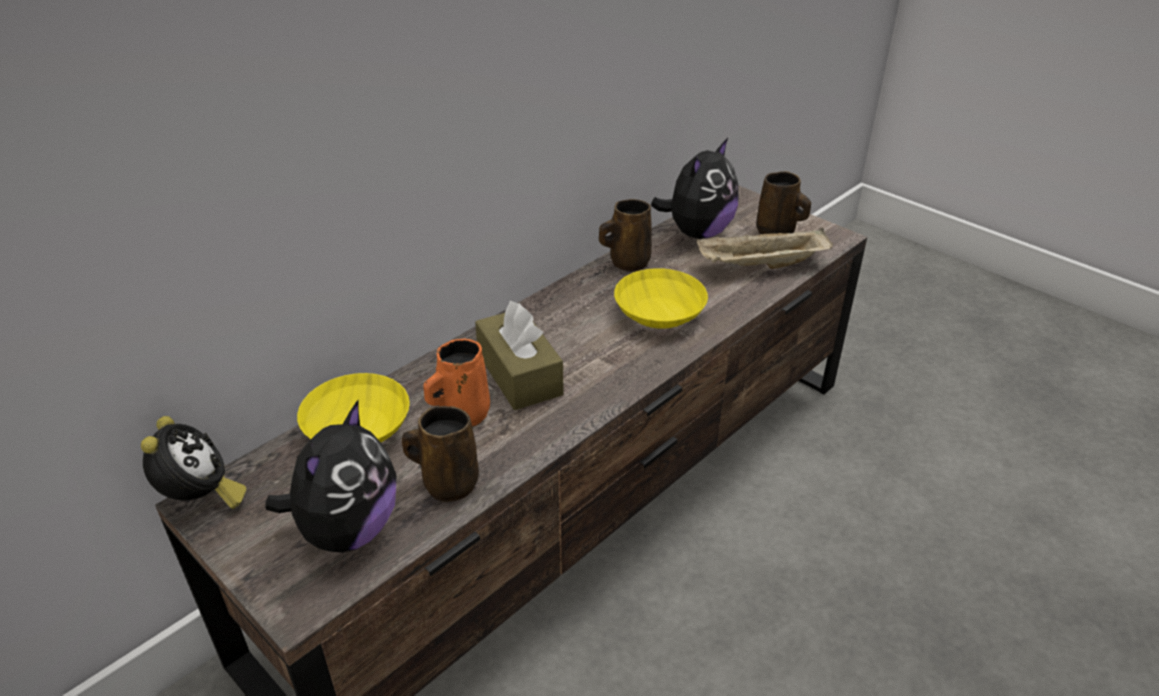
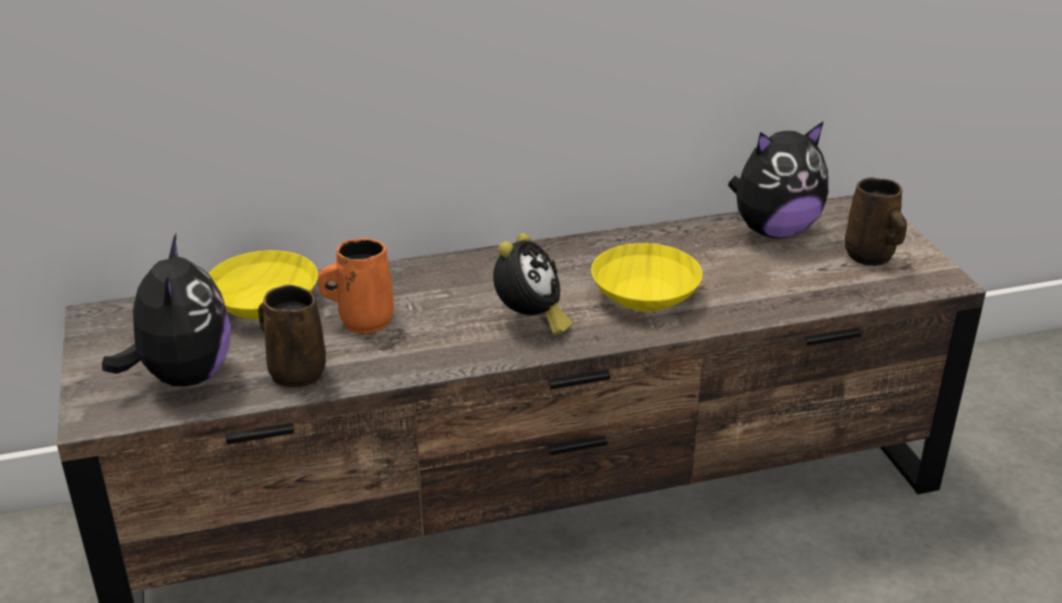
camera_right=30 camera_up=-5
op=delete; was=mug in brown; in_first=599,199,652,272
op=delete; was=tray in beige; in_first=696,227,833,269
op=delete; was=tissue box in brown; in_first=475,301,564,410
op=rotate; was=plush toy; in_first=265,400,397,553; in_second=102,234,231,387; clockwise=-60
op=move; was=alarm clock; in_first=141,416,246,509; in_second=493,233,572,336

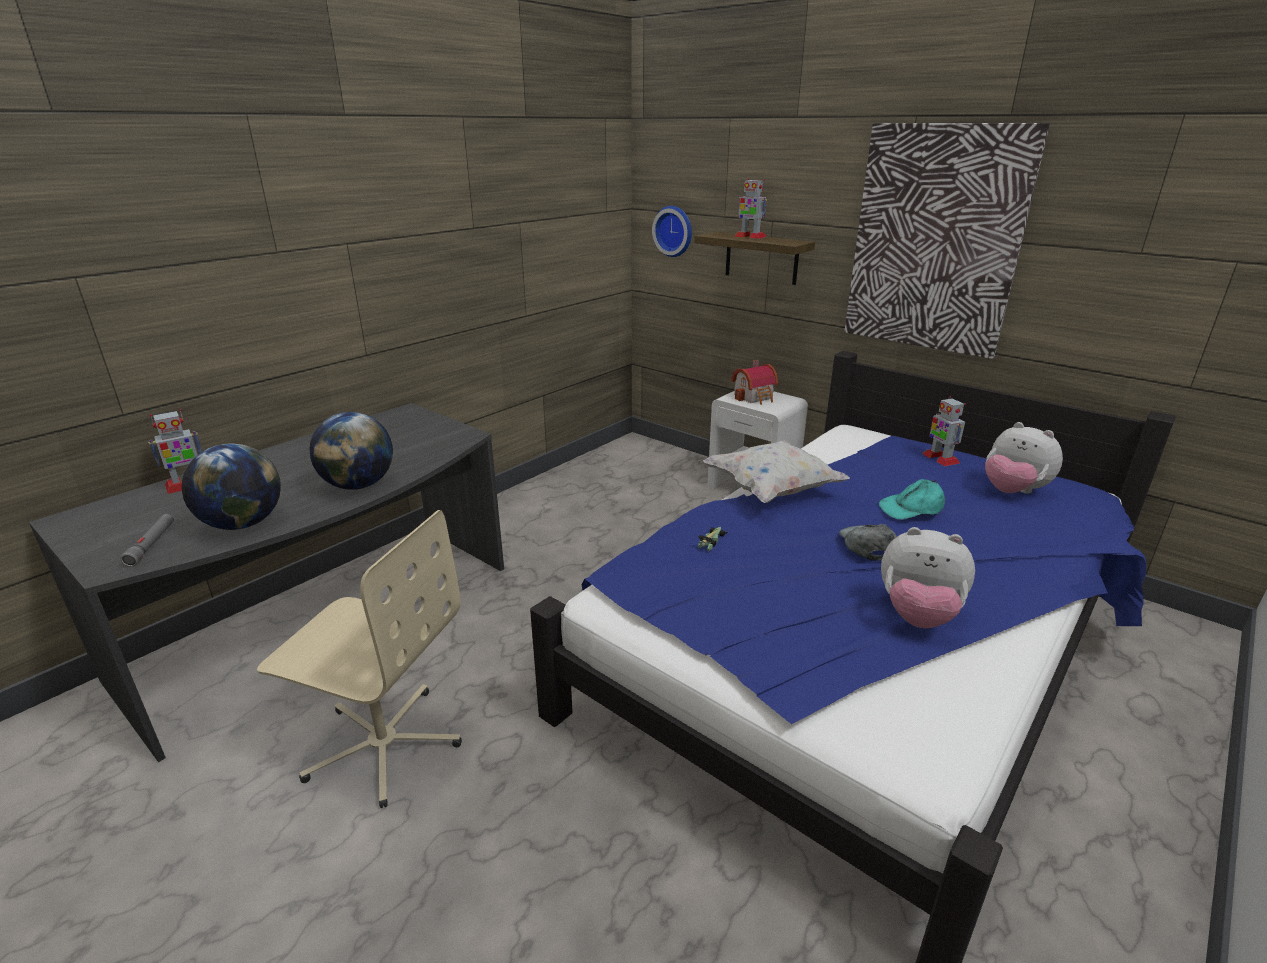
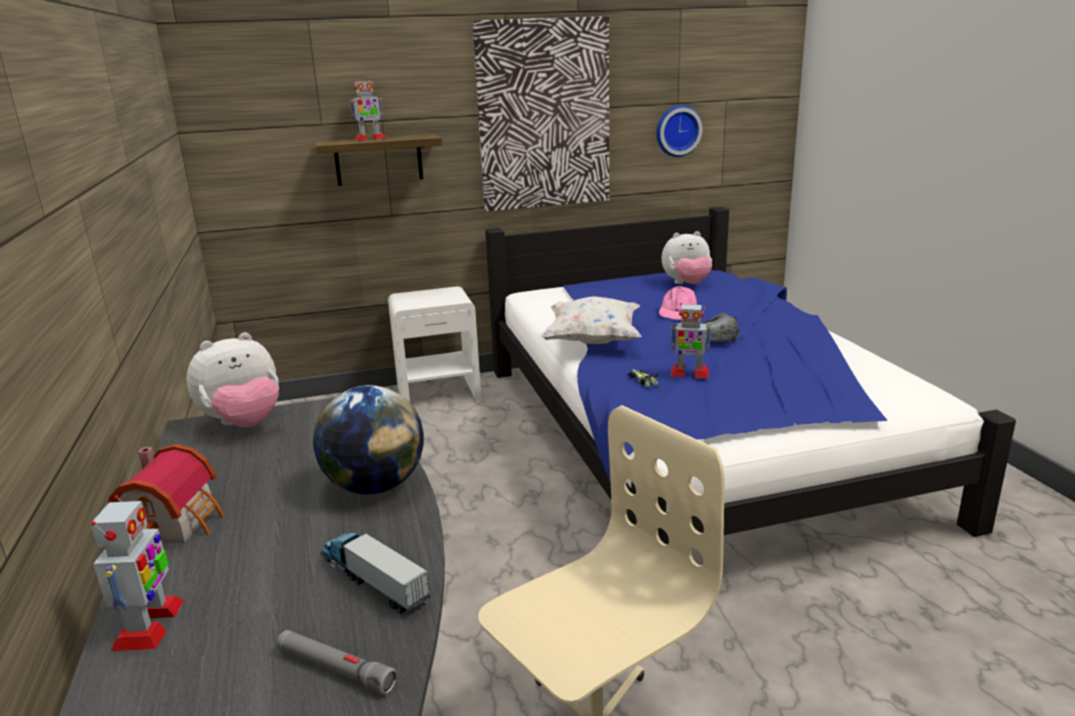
camera_right=-55 camera_up=-5
op=move; was=wall clock; in_first=652,206,692,257; in_second=656,105,703,157
op=move; was=toy house; in_first=731,360,778,405; in_second=108,444,225,543
op=move; was=toy robot; in_first=922,397,966,466; in_second=671,303,711,378
op=replace; was=globe; now=toy truck; in_first=182,444,281,530; in_second=320,529,430,614
op=recolor; was=cap in turquoise; now=cap in pink; in_first=879,479,945,519; in_second=659,286,697,320
op=move; was=plush toy; in_first=881,527,975,628; in_second=187,332,279,427

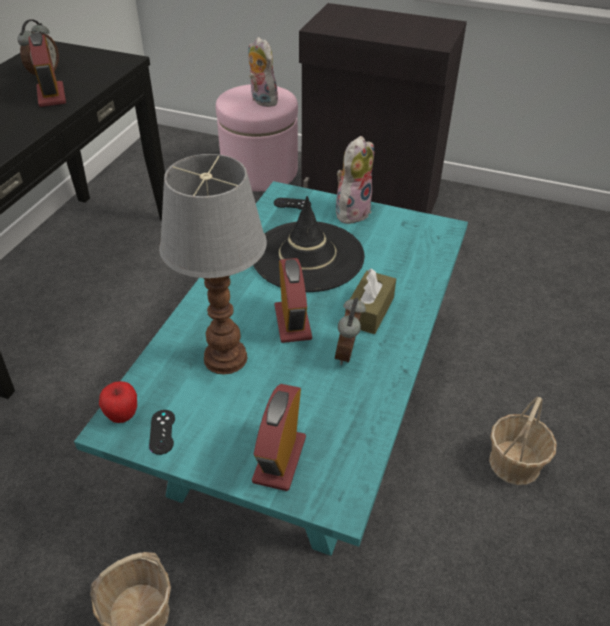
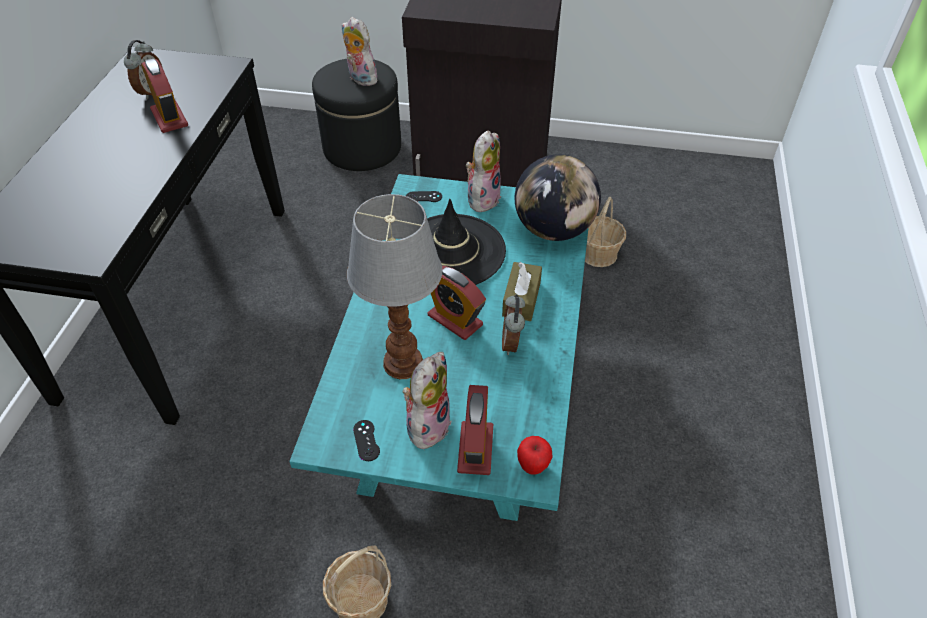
camera_right=-10 camera_up=5
op=recolor; was=ottoman in pink; now=ottoman in black; in_first=216,84,298,191; in_second=312,59,401,171
op=rotate; was=alarm clock; in_first=275,258,312,343; in_second=428,266,486,340; clockwise=150
op=move; was=apple; in_first=99,381,137,423; in_second=517,436,552,474
op=move; was=basket; in_first=489,397,557,485; in_second=585,197,626,267
op=insert; now=globe; in_second=515,154,601,241
op=insert; now=plush toy; in_second=403,352,451,449

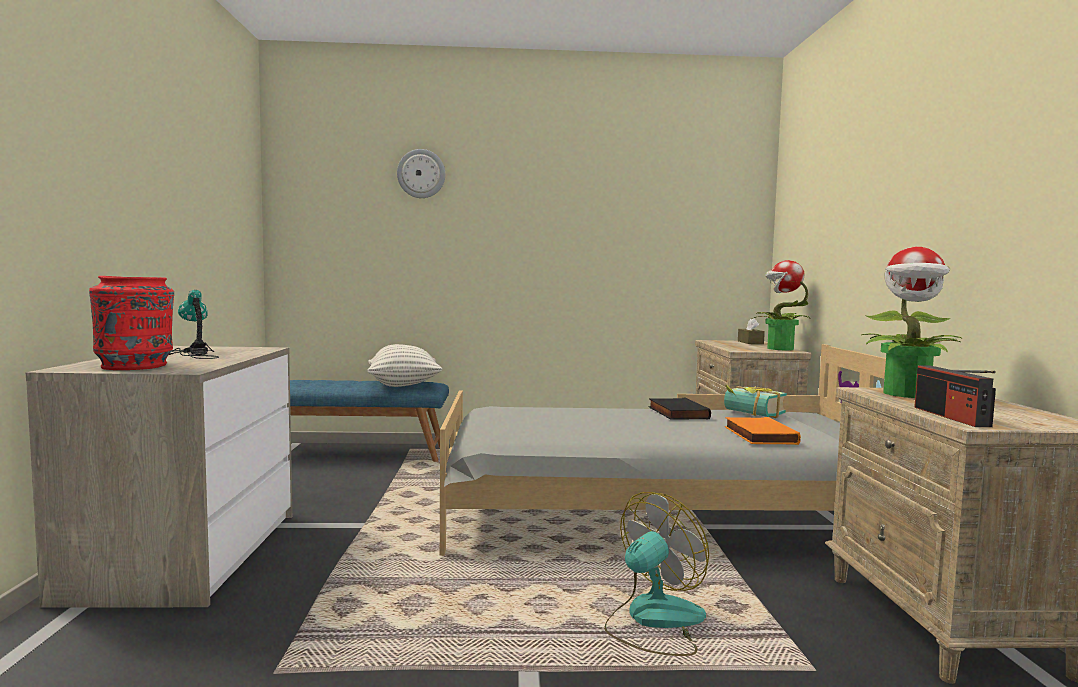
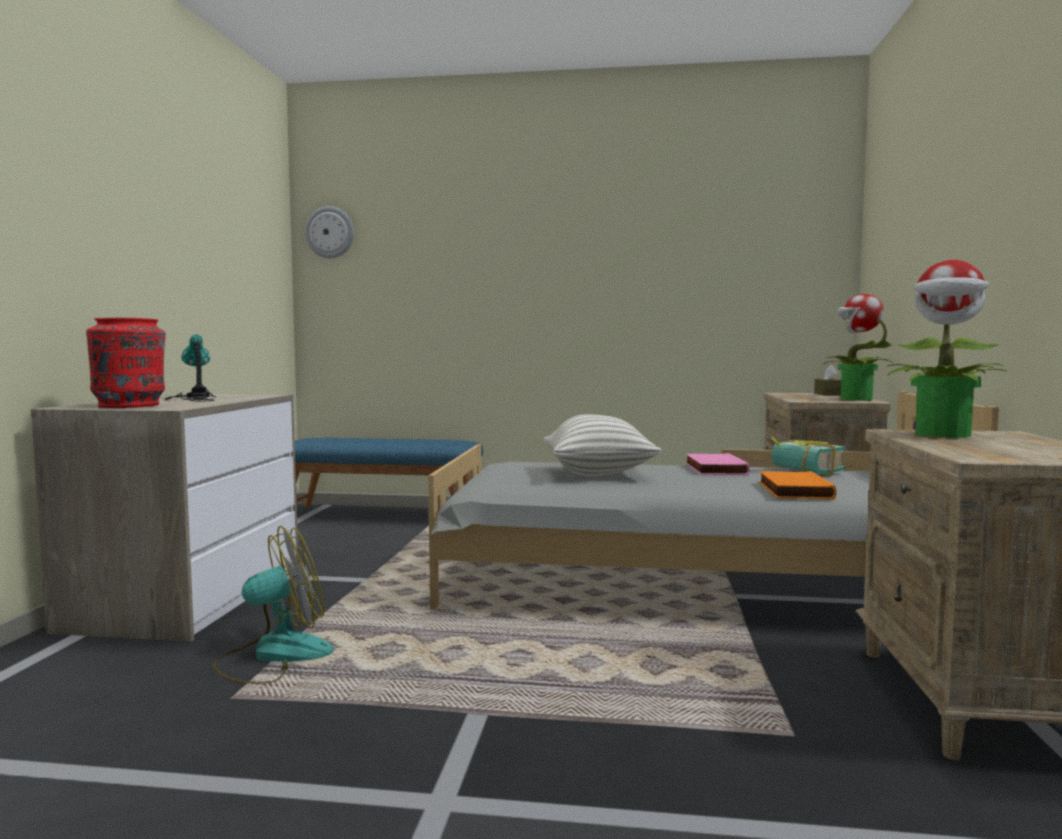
camera_right=10 camera_up=0
op=move; was=wall clock; in_first=397,149,445,198; in_second=305,206,354,258
op=move; was=pillow; in_first=368,344,442,387; in_second=544,414,662,477
op=delete; was=radio; in_first=914,365,996,427
op=recolor; was=book in black; now=book in pink; in_first=649,398,711,420; in_second=685,453,750,475
op=move; was=fan; in_first=604,492,709,656; in_second=213,526,334,684

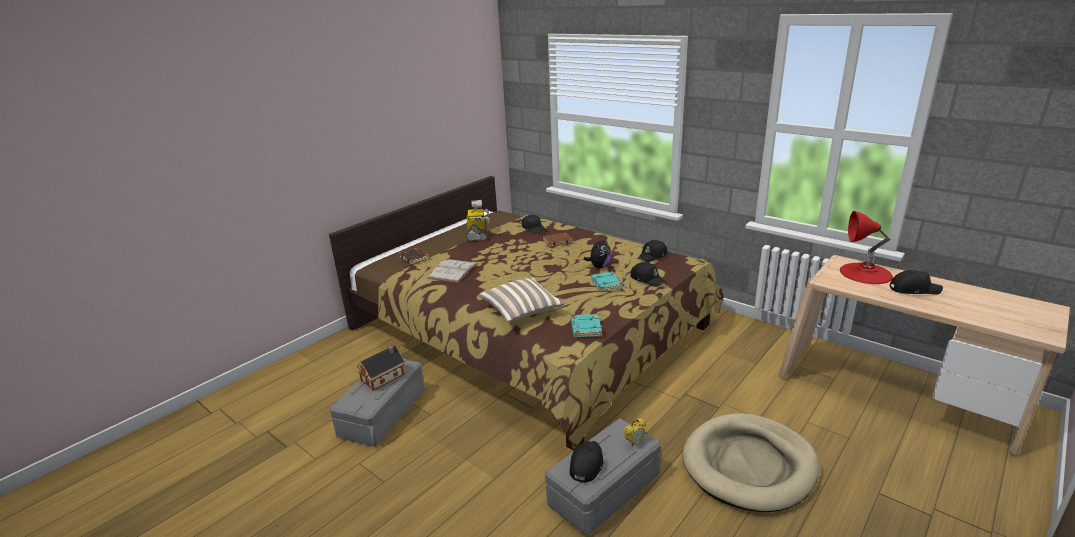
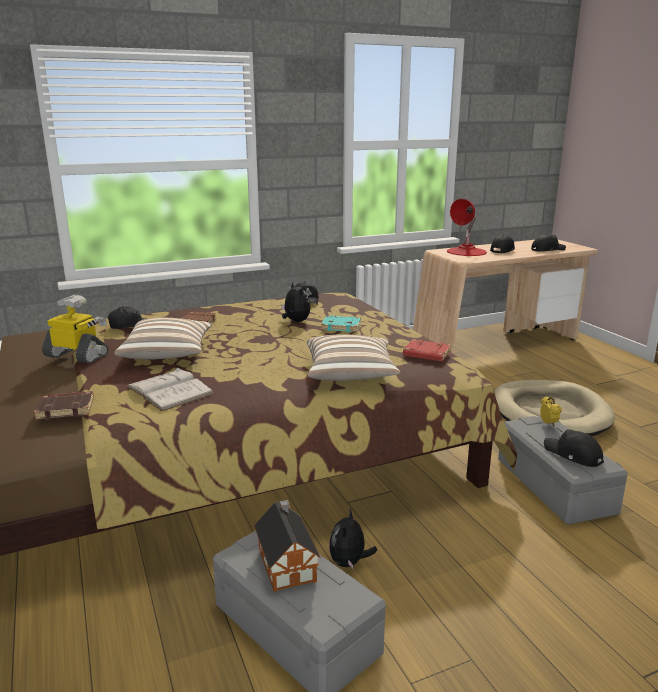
camera_right=-65 camera_up=-5
op=move; was=cap in black; in_first=630,262,666,287; in_second=531,234,566,252
op=recolor; was=book in turquoise; now=book in red; in_first=571,314,602,337; in_second=403,339,451,362
op=insert; now=pillow; in_second=114,318,212,359
op=insert; now=plush toy; in_second=329,509,377,569

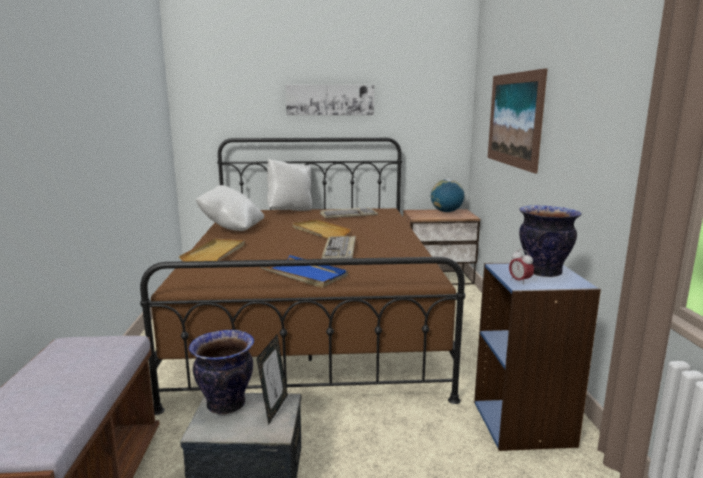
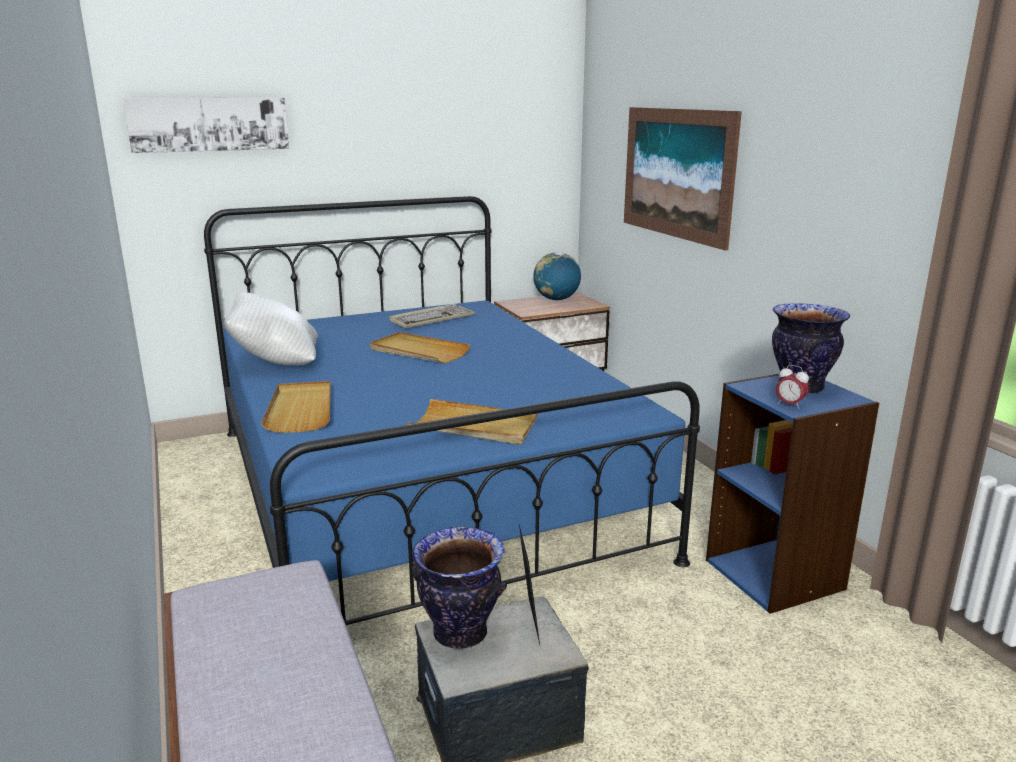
camera_right=-20 camera_up=5
op=move; was=picture; in_first=286,85,374,115; in_second=123,98,289,153
op=recolor; was=bed in brown; now=bed in blue; in_first=140,138,465,415; in_second=204,196,700,625
op=delete; was=pillow in white; in_first=267,158,312,211
op=delete; was=keyboard; in_first=322,236,356,259
op=recolor; was=tray in blue; now=tray in beige; in_first=260,255,348,288; in_second=407,399,537,445

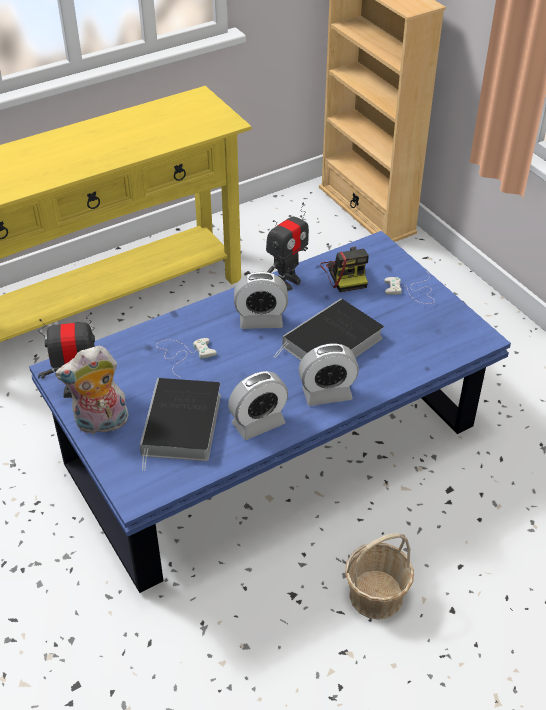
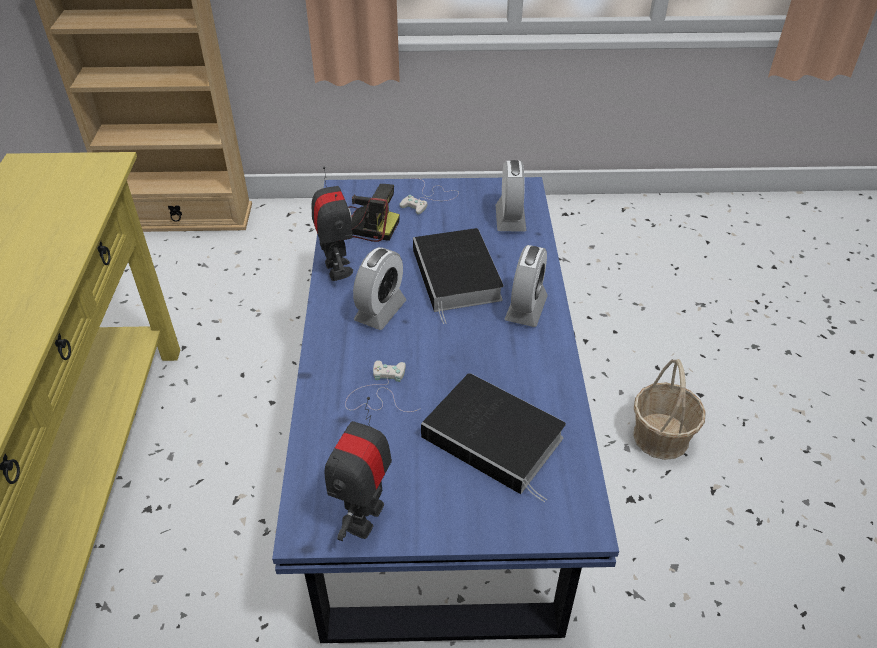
camera_right=-60 camera_up=0
op=delete; was=plush toy; in_first=55,346,128,435
op=move; was=alarm clock; in_first=228,371,288,440; in_second=496,160,526,231

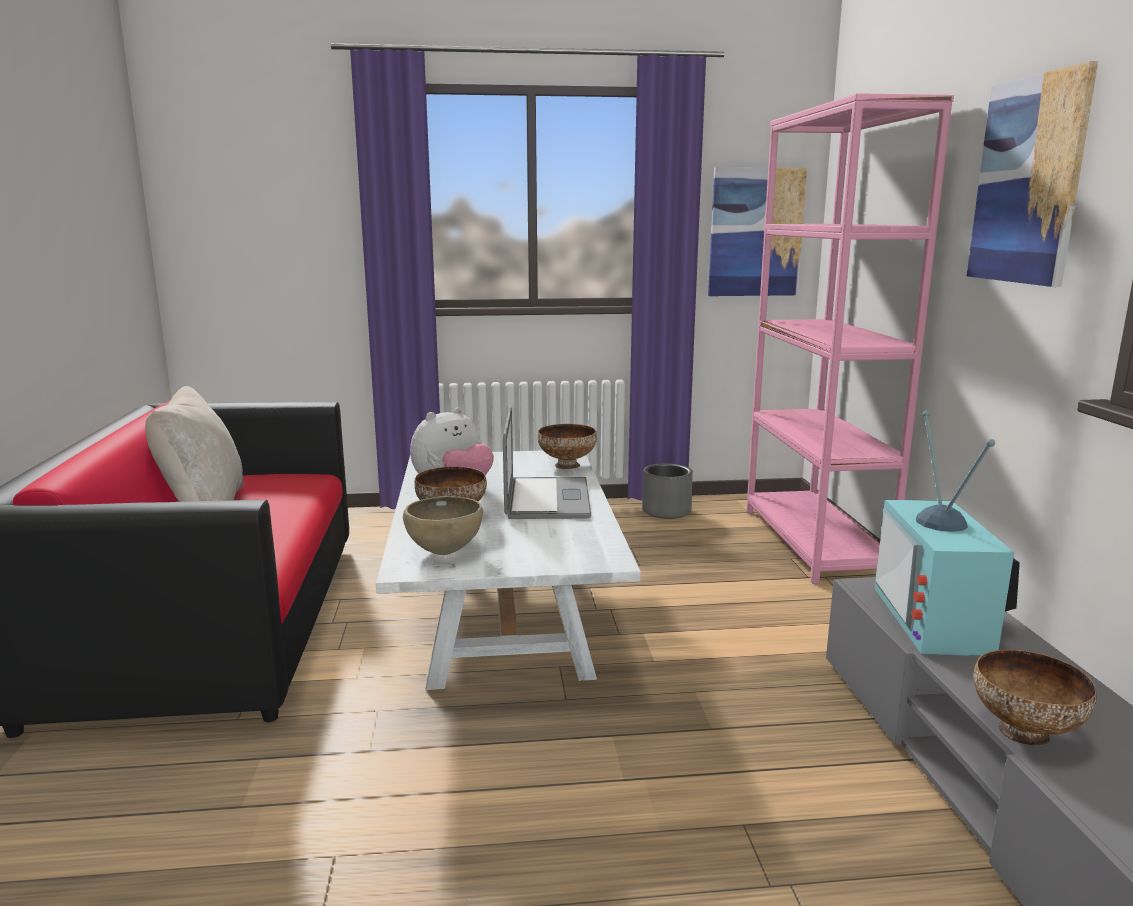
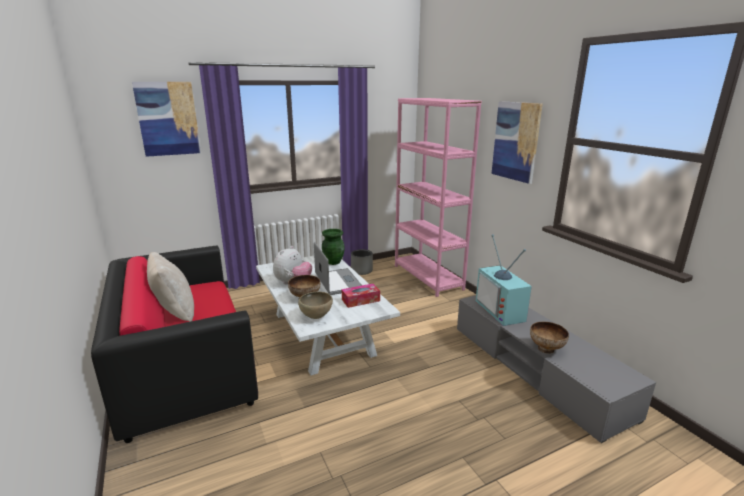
camera_right=-20 camera_up=5
op=move; was=picture; in_first=708,167,807,296; in_second=132,82,201,157
op=replace; was=bowl; now=vase in green; in_first=538,424,597,469; in_second=322,229,345,265
op=insert; now=tissue box; in_second=342,284,380,308

